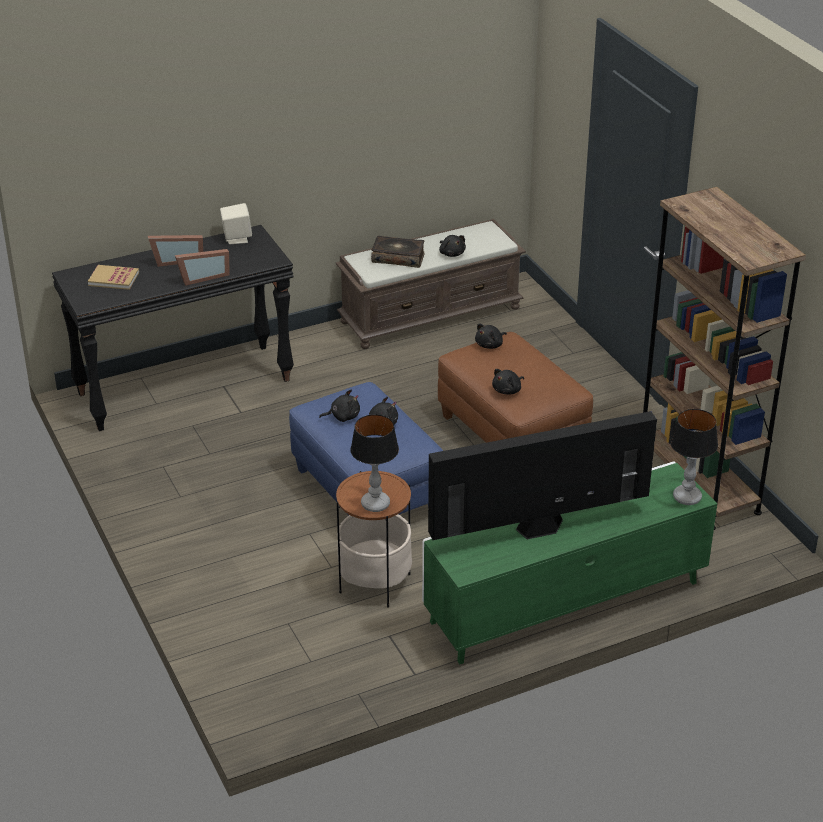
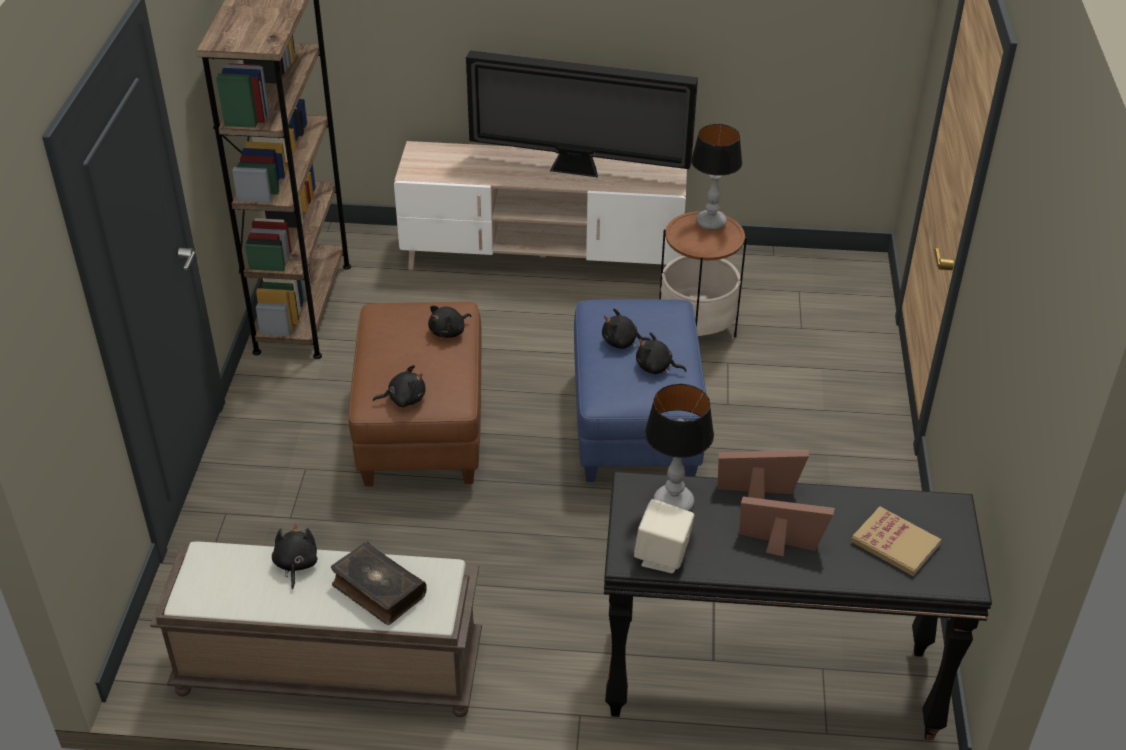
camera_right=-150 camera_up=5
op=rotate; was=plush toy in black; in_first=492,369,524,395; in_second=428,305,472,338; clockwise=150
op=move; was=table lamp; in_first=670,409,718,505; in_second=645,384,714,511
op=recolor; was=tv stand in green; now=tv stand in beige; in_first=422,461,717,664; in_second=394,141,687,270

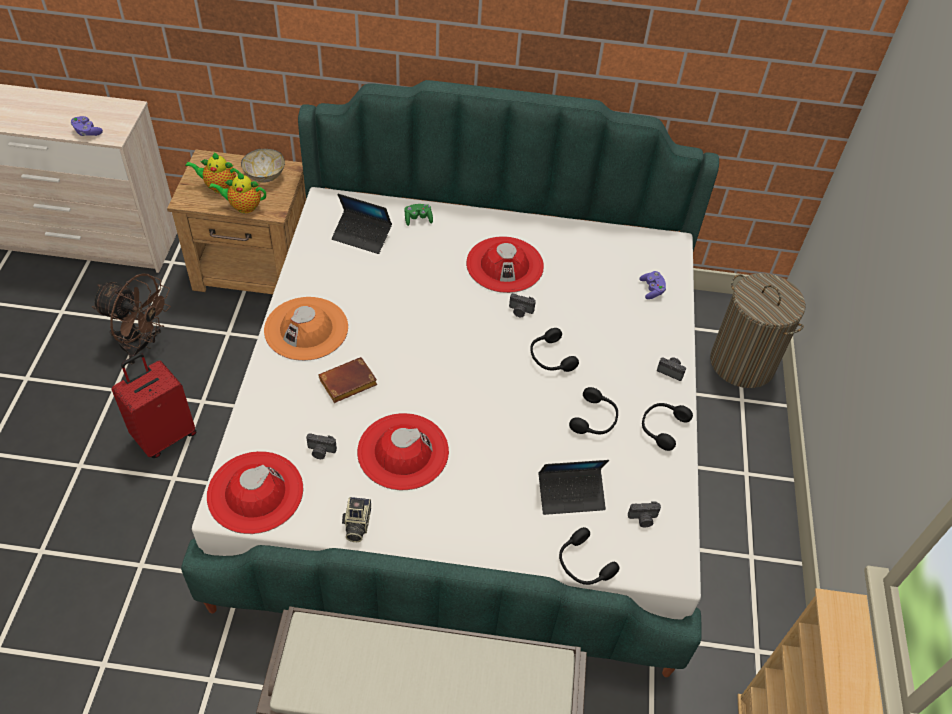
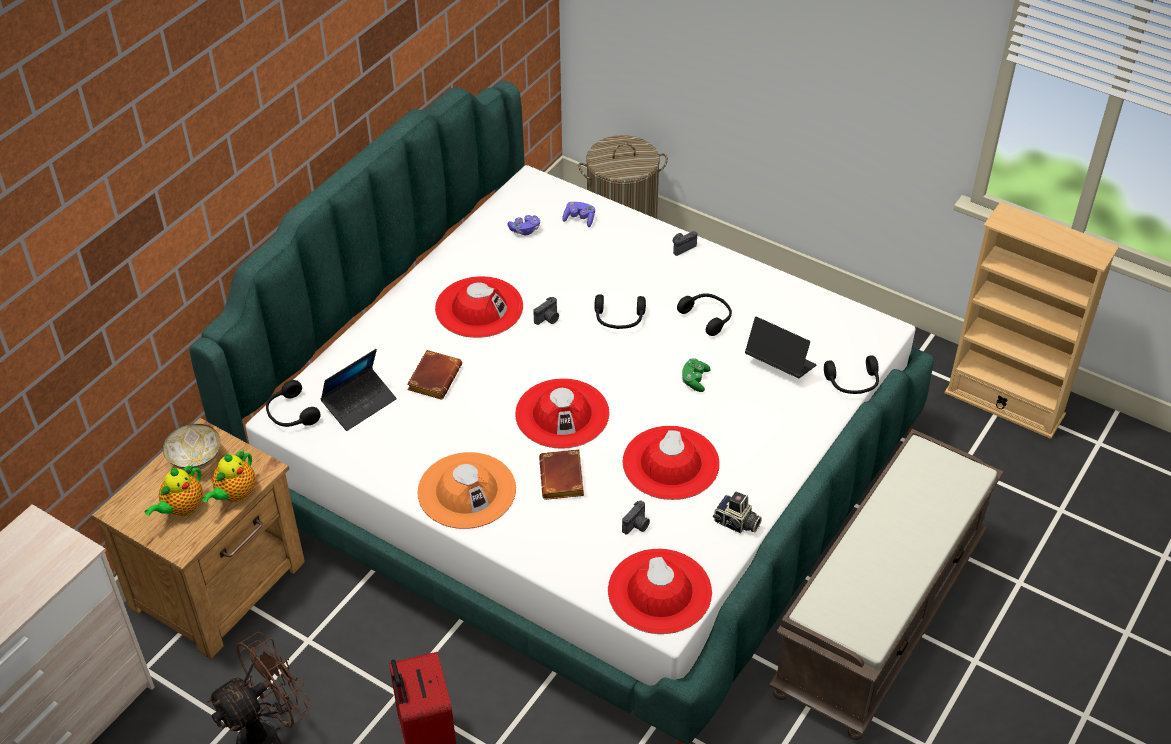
camera_right=-60 camera_up=-5
op=move; was=game controller in purple; in_first=71,116,103,136; in_second=508,215,540,235
op=move; was=game controller in green; in_first=404,204,433,226; in_second=682,358,711,392
op=move; was=headphones in black; in_first=642,403,693,451; in_second=266,380,321,427
op=rotate; was=laptop; in_first=539,460,609,515; in_second=745,317,817,378; clockwise=-75
op=delete; was=photo camera; in_first=628,501,661,528
op=insert; now=book in brown; in_second=407,350,462,400
op=insert; now=hat in red; in_second=515,378,609,449

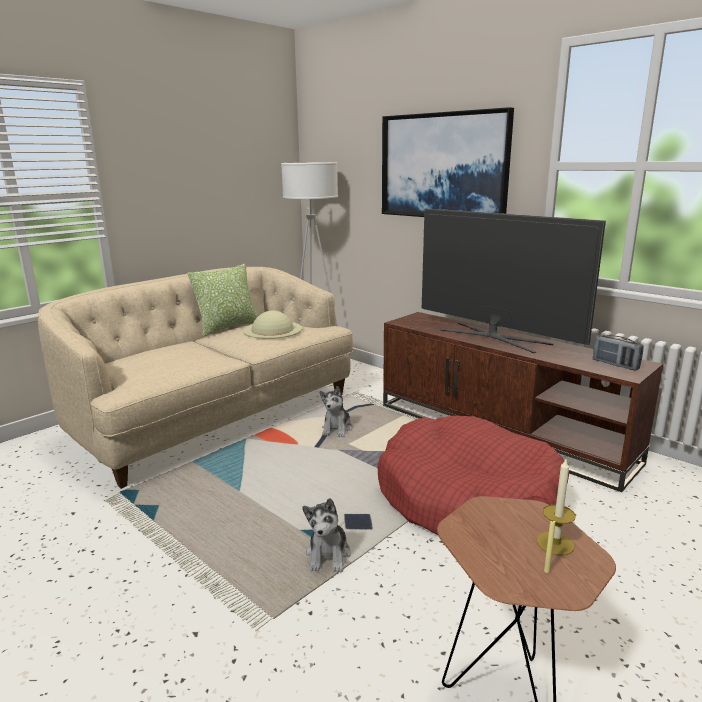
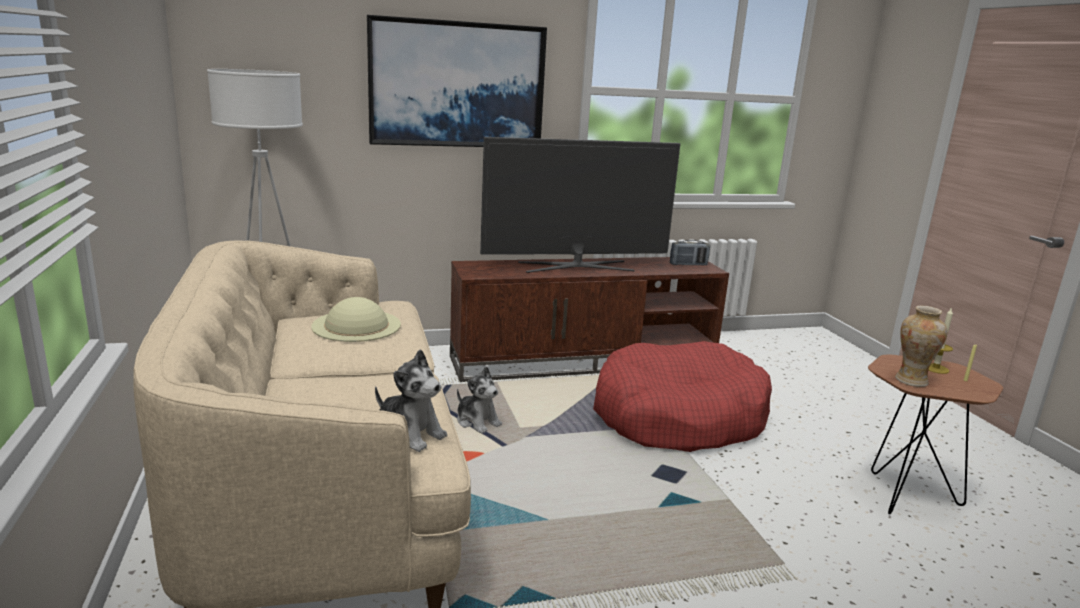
camera_right=-60 camera_up=0
op=delete; was=pillow; in_first=187,264,258,336
op=move; was=plush toy; in_first=302,498,351,572; in_second=375,349,447,452
op=insert; now=vase; in_second=895,306,947,387

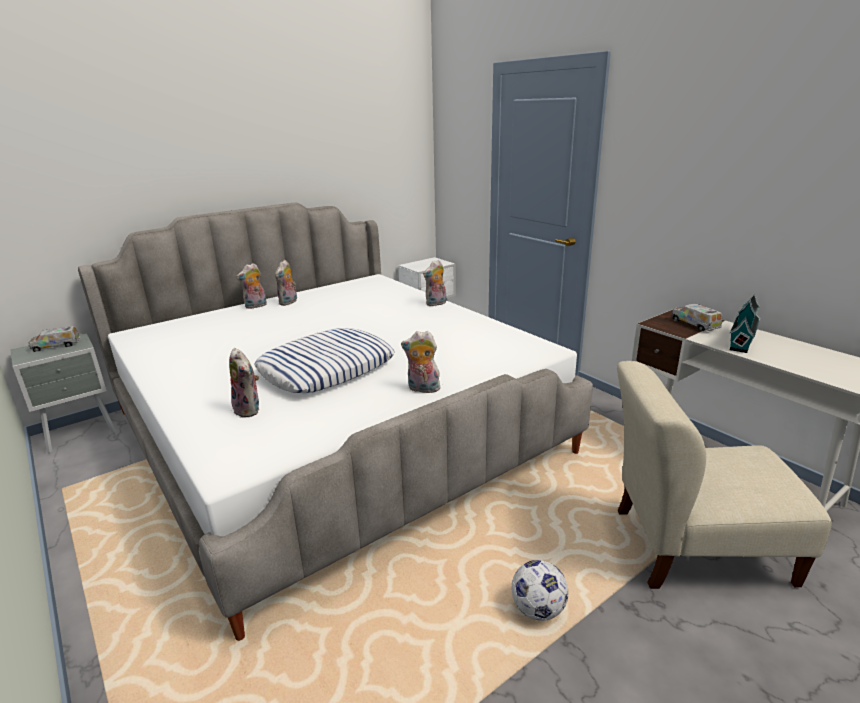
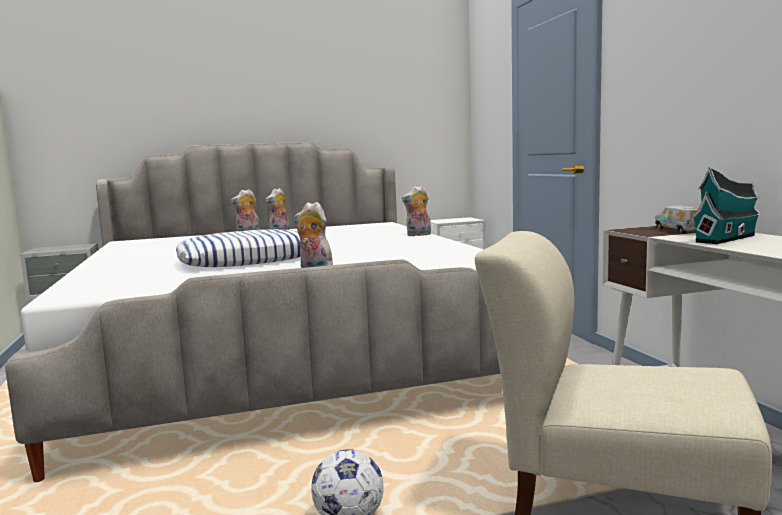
camera_right=20 camera_up=-15
op=delete; was=toy truck; in_first=28,326,80,352
op=delete; was=plush toy; in_first=229,348,260,418

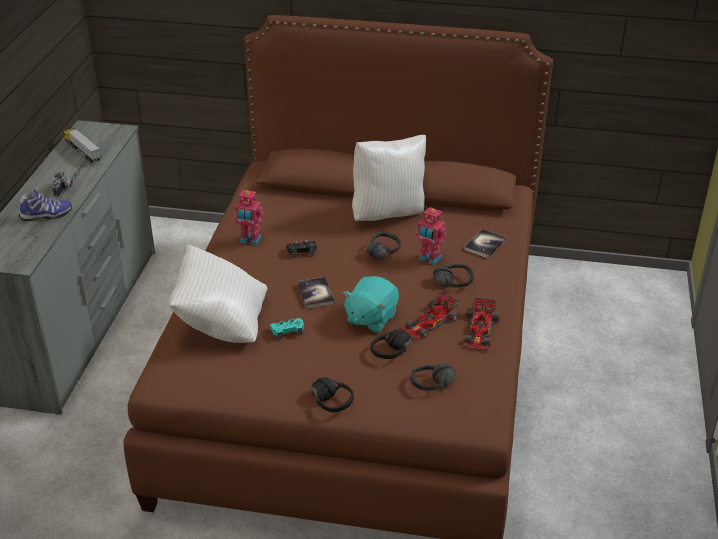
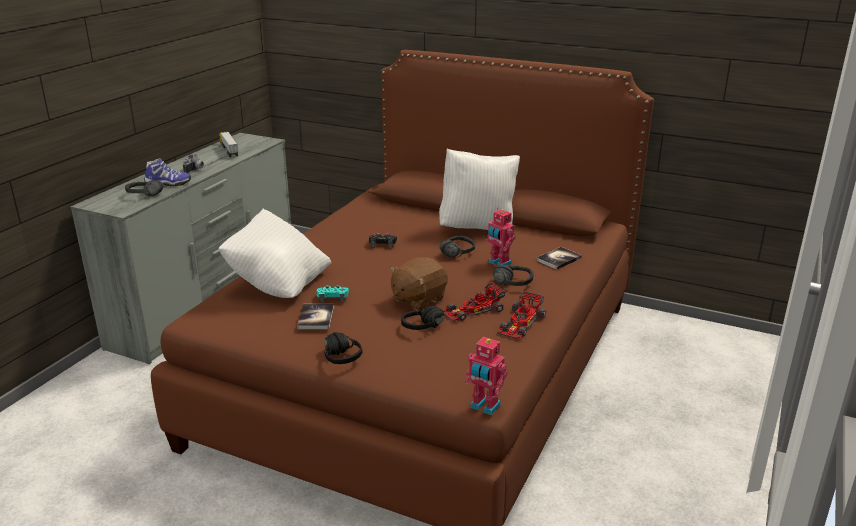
camera_right=15 camera_up=-10
op=move; was=toy robot; in_first=234,190,264,245; in_second=465,337,508,415
op=recolor; was=plush toy in turquoise; now=plush toy in brown; in_first=342,276,399,333; in_second=390,257,448,310
op=move; was=book; in_first=297,277,335,309; in_second=297,303,334,329
op=move; was=headphones in black; in_first=411,364,456,391; in_second=125,180,163,196

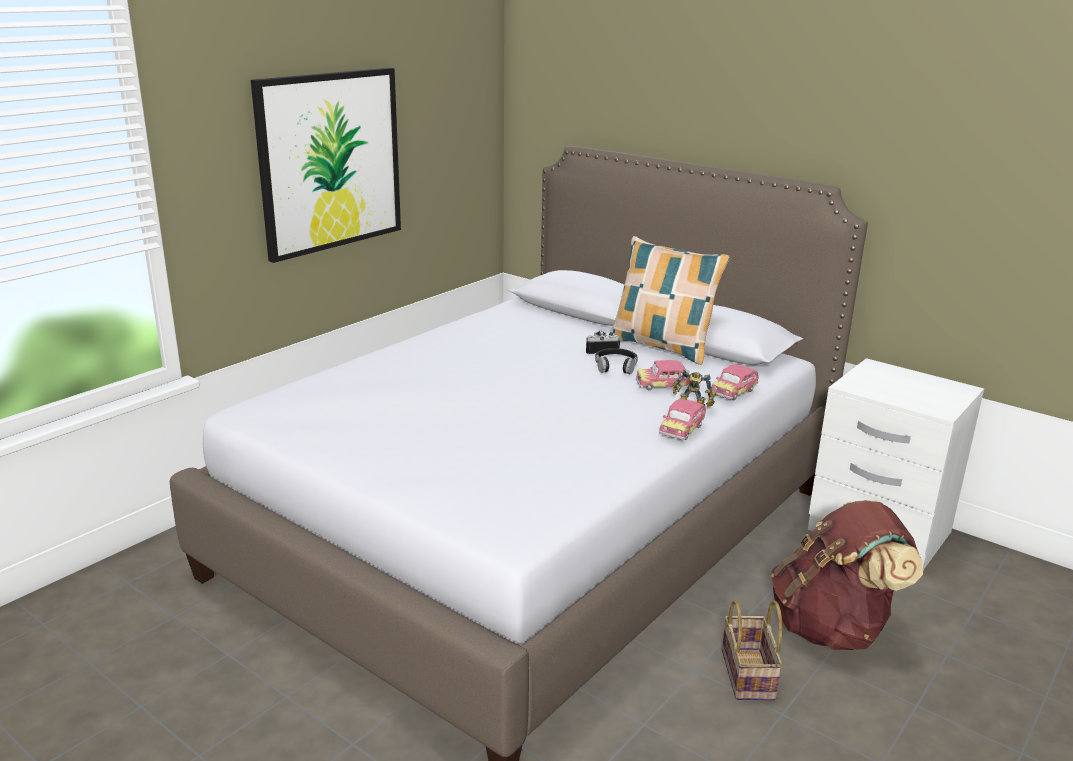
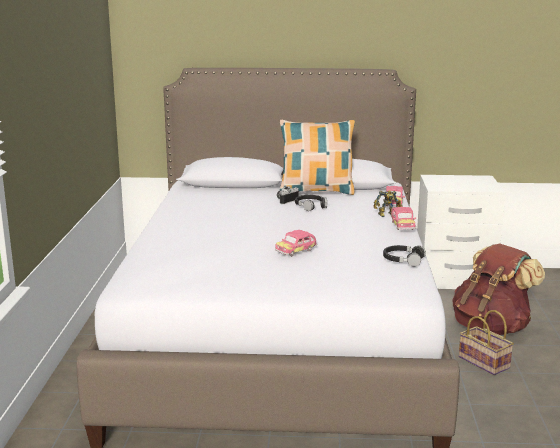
camera_right=-35 camera_up=-5
op=delete; was=picture; in_first=251,68,401,263
op=move; was=toy car; in_first=636,360,690,390; in_second=275,230,317,257
op=insert; now=headphones in black; in_second=383,245,426,267

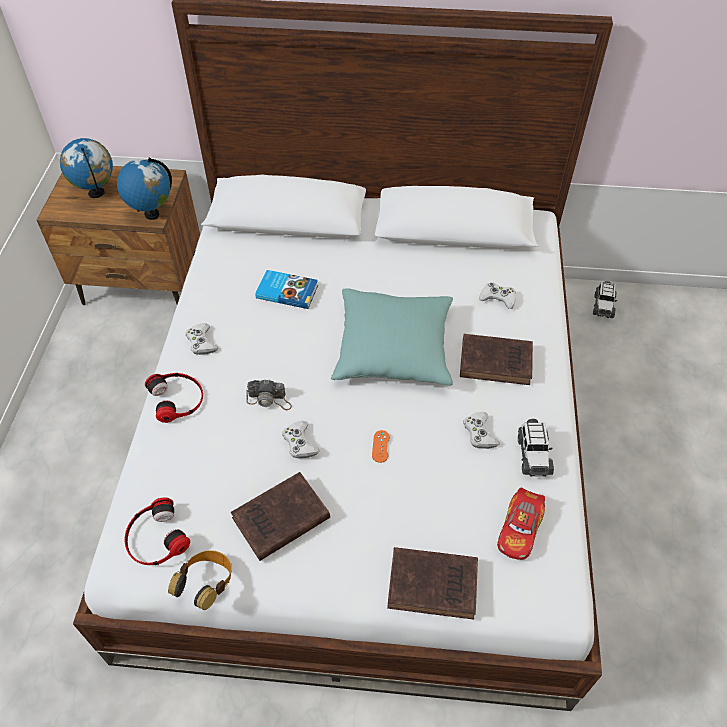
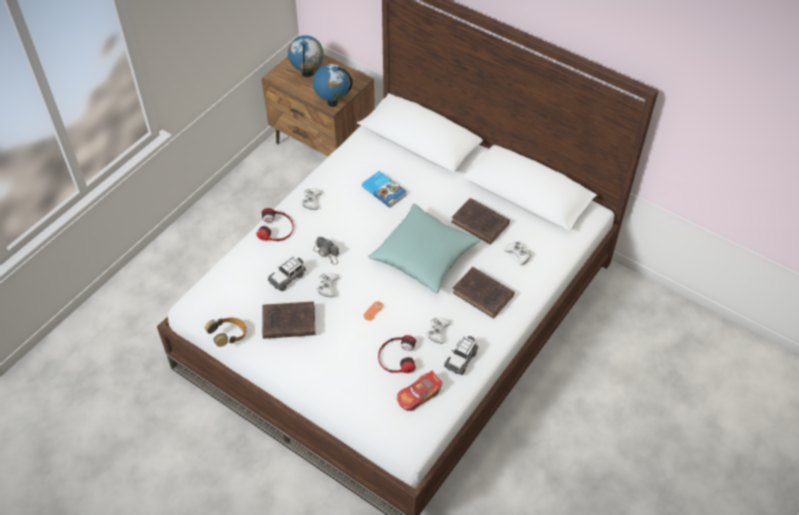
camera_right=30 camera_up=0
op=move; was=toy car; in_first=593,281,617,318; in_second=268,256,306,291
op=move; was=headphones; in_first=125,497,190,565; in_second=378,335,416,373
op=move; was=book in brown; in_first=387,547,478,620; in_second=451,198,510,245

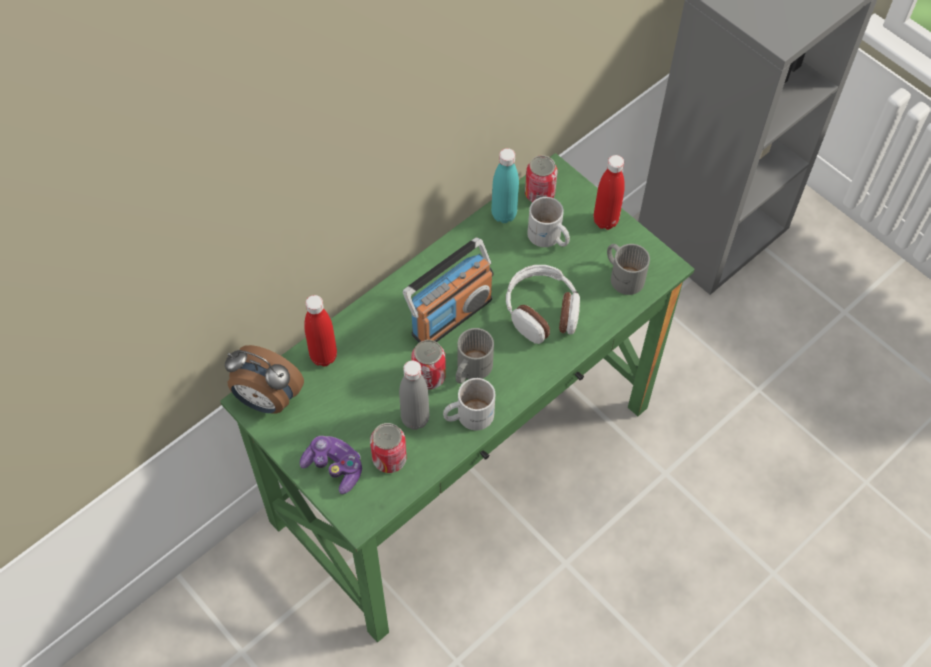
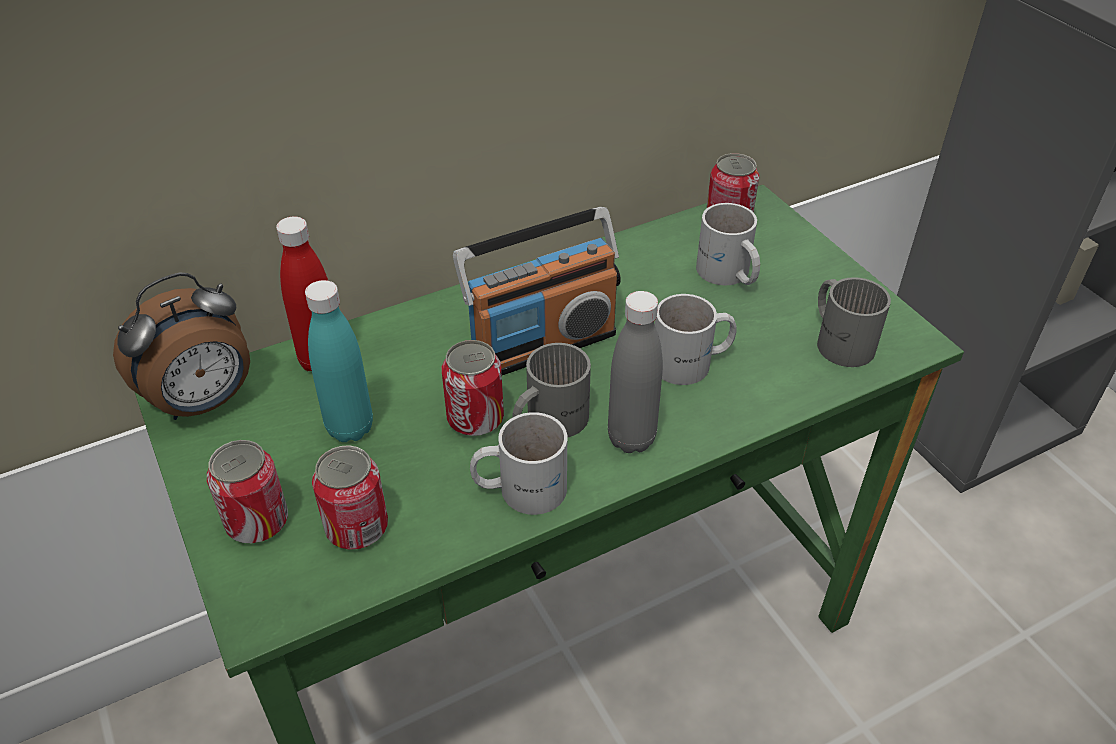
camera_right=15 camera_up=-15
op=move; was=bottle in turquoise; in_first=491,148,519,223; in_second=305,280,373,442
op=delete; was=bottle in red; in_first=594,155,625,230
op=replace; was=headphones; now=mug in white; in_first=506,265,580,344; in_second=655,294,736,385
op=rotate; was=alarm clock; in_first=225,345,304,413; in_second=113,273,250,420; clockwise=-75
op=move; was=bottle in grey; in_first=399,360,429,430; in_second=608,291,663,453
op=replace; was=game controller; now=can; in_first=300,436,362,494; in_second=207,440,288,543

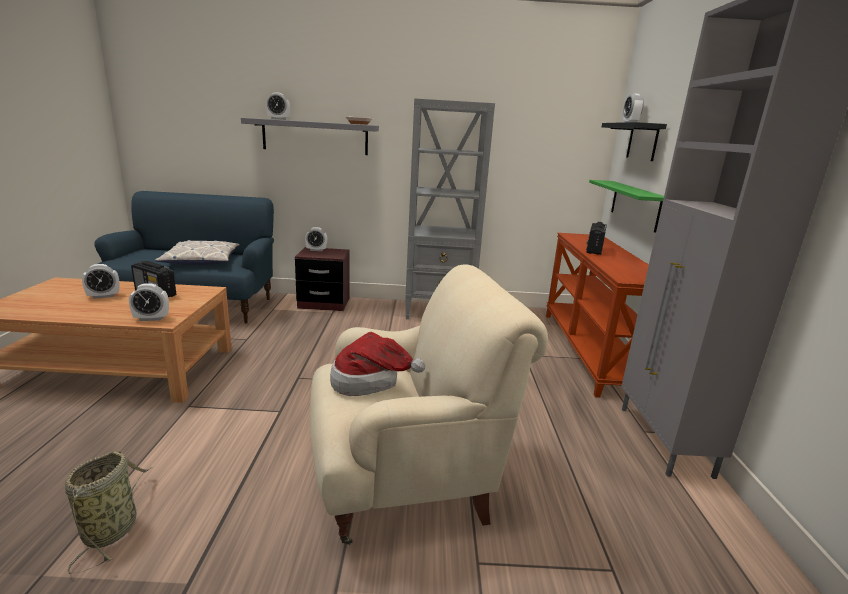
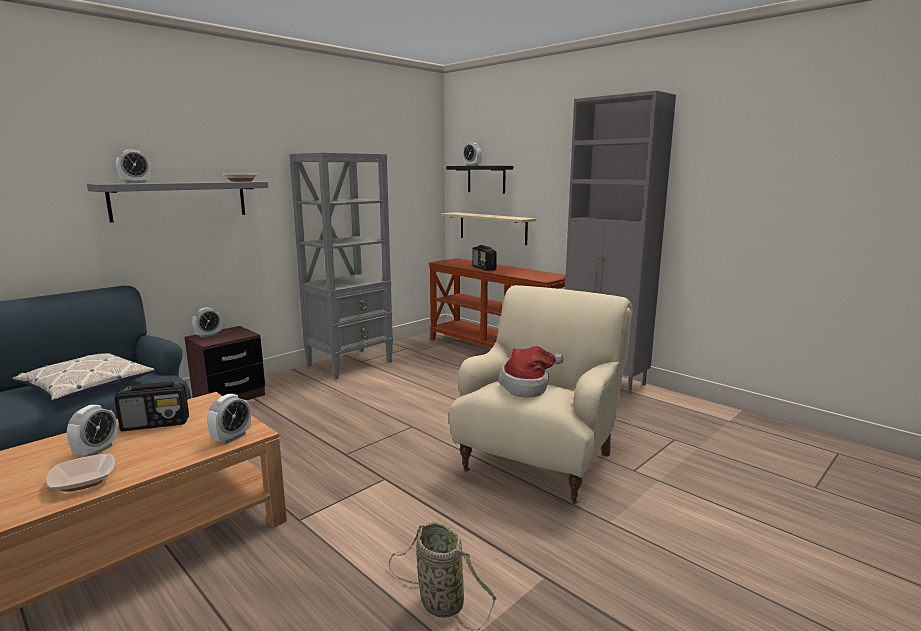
camera_right=-45 camera_up=-5
op=recolor; was=shelf in green; now=shelf in beige; in_first=589,180,664,233; in_second=440,212,536,245
op=insert; now=bowl; in_second=46,454,115,492

